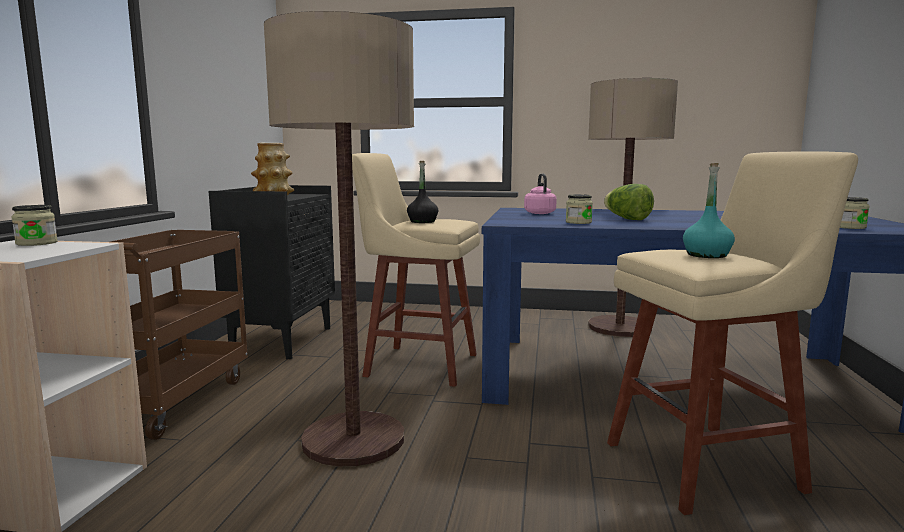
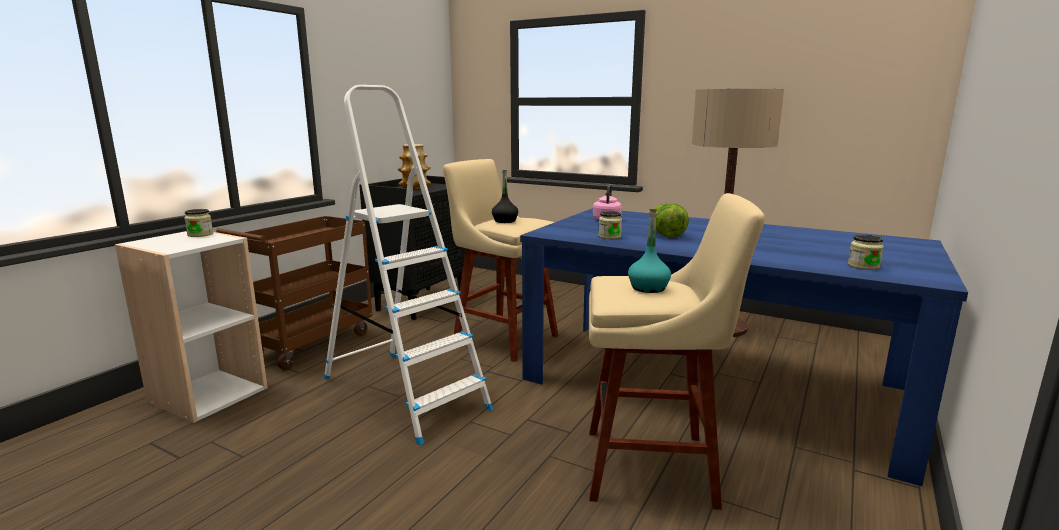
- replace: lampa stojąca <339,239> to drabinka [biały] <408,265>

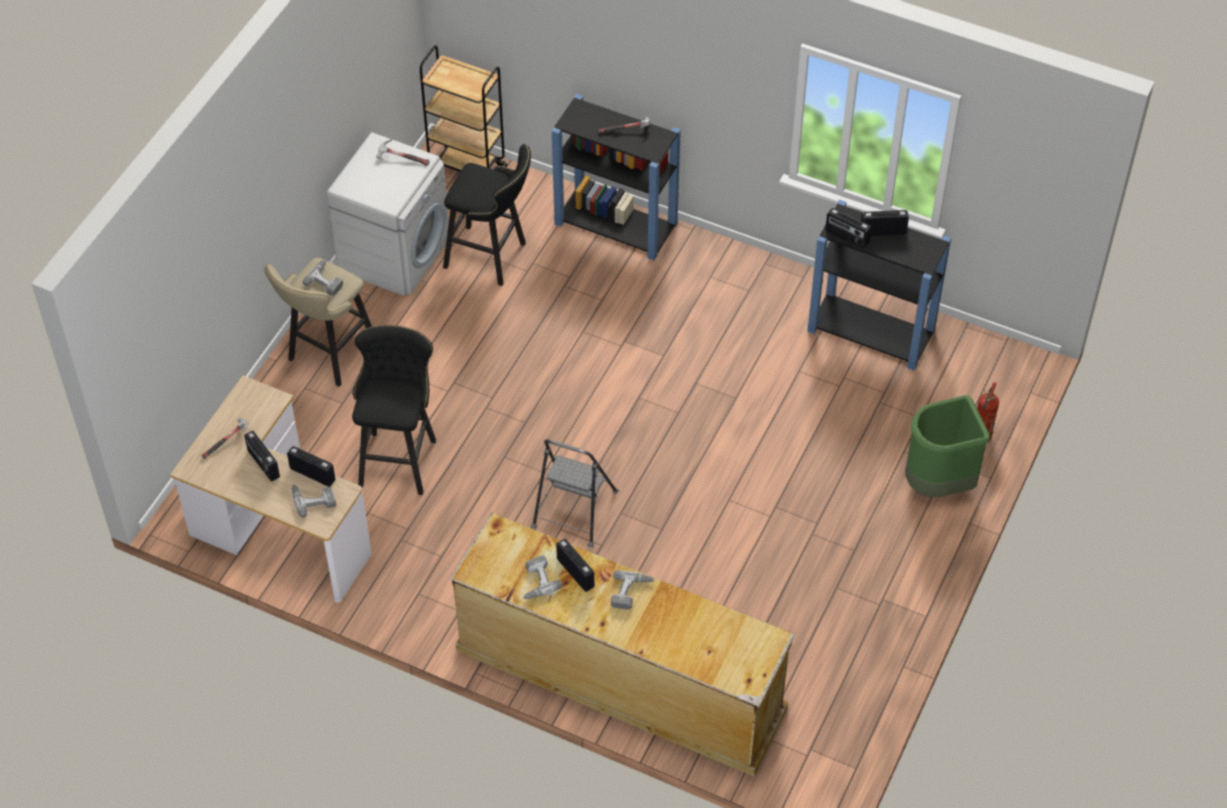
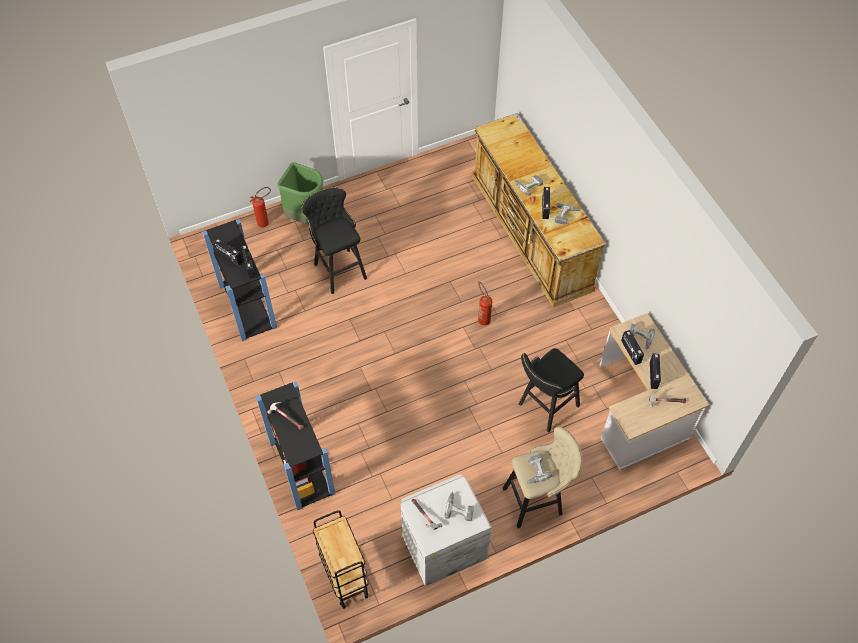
- move: stołek [czarny] <487,215> to <334,240>
- replace: drabinka [szary] <575,494> to gaśnica <485,303>
- insert: wiertarka <459,506>

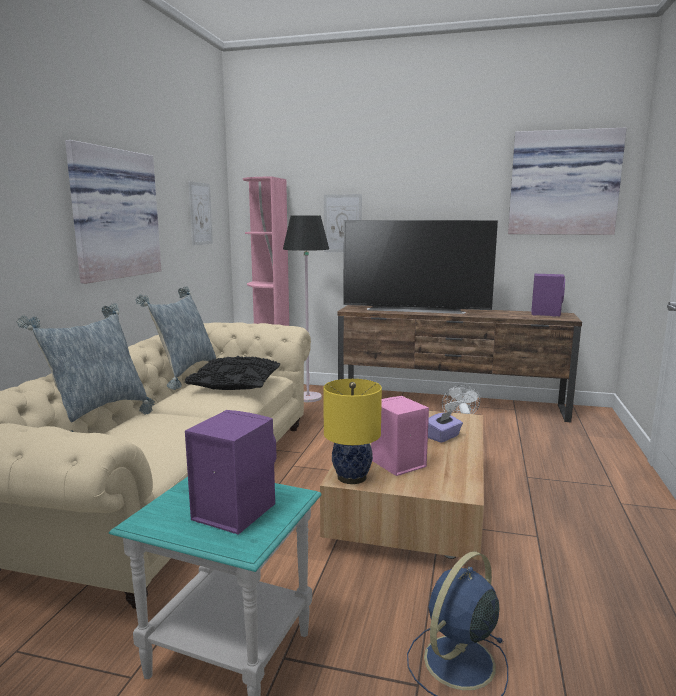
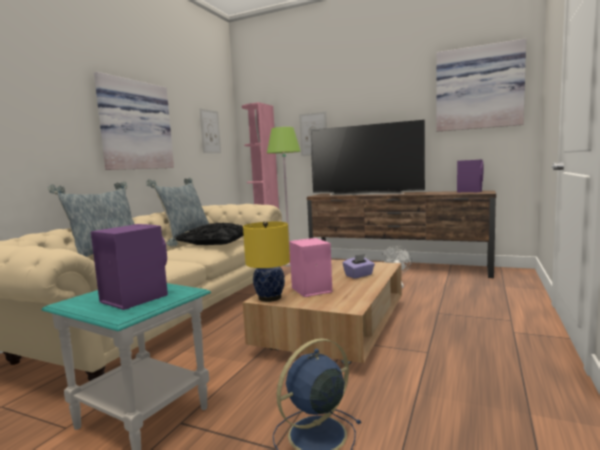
- recolor: lampa stojąca [czarny] <306,309> to lampa stojąca [zielony] <284,197>

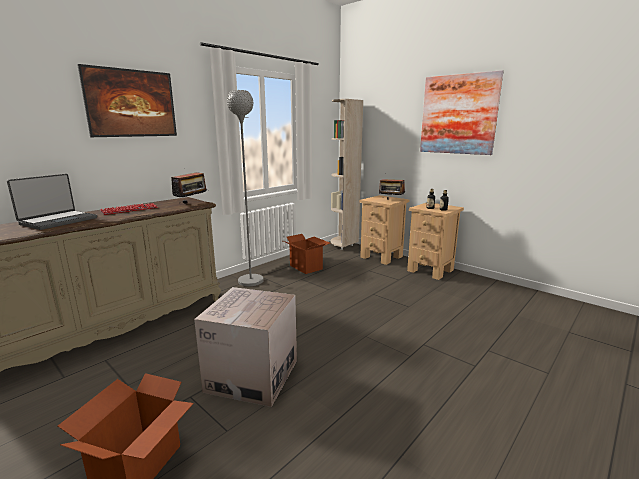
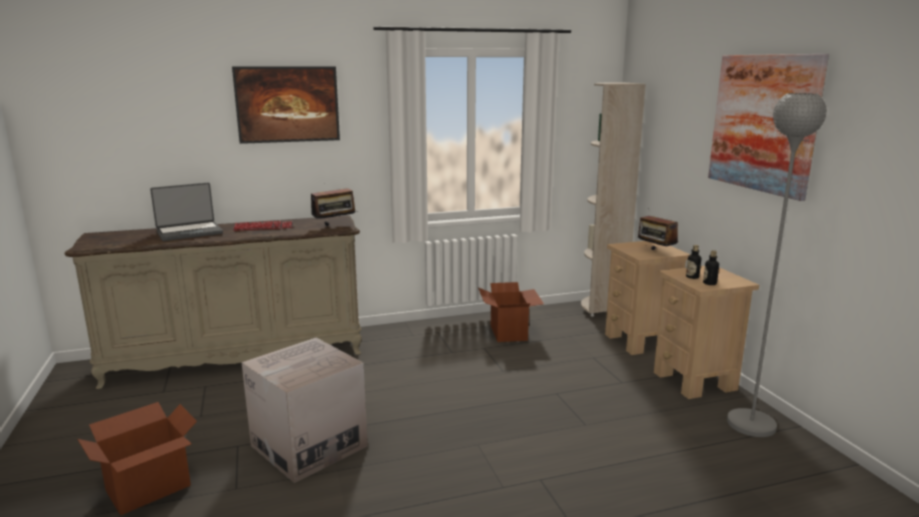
- move: lampa stojąca [szary] <245,188> to <777,265>

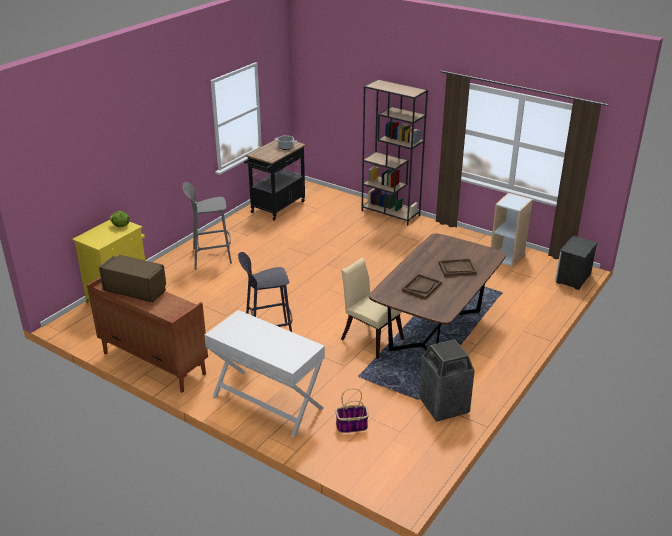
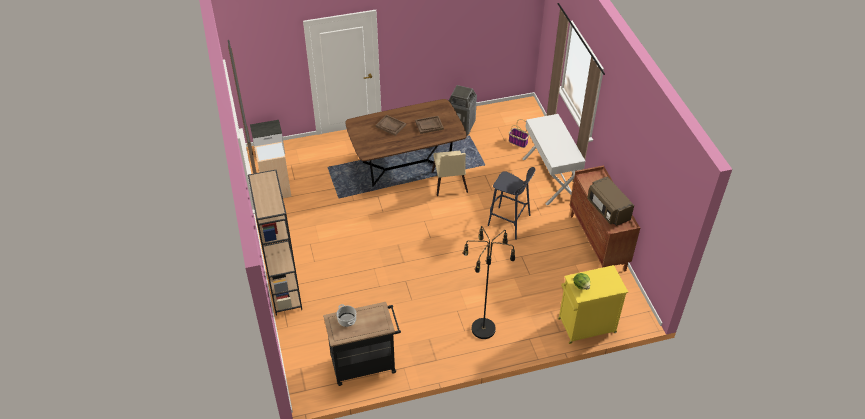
- replace: stołek [szary] <207,226> to lampa stojąca <489,282>

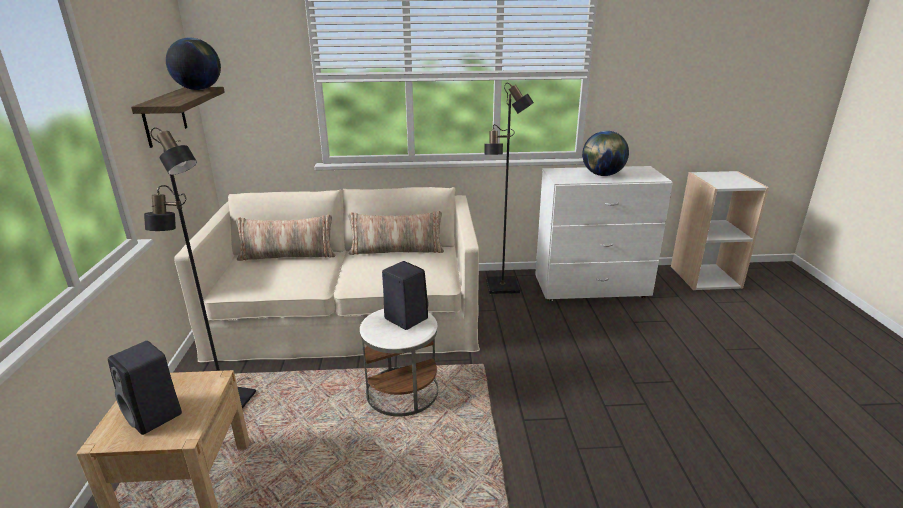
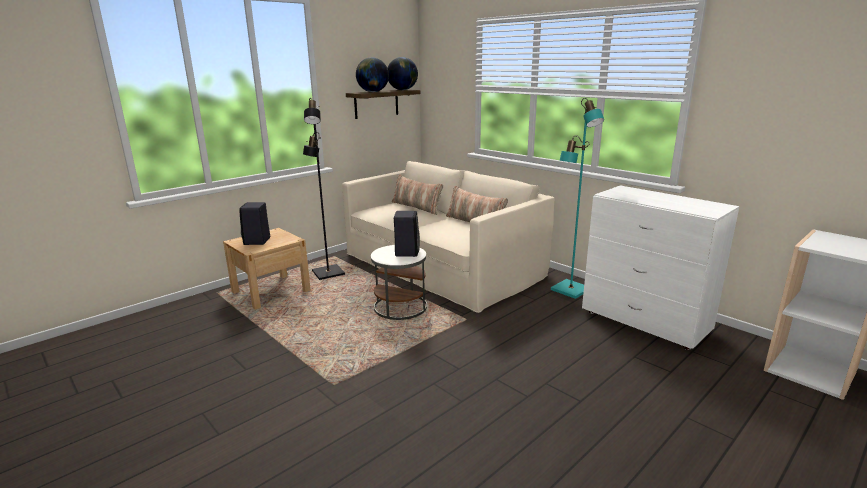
- recolor: lampa stojąca [czarny] <509,188> to lampa stojąca [turkusowy] <577,198>
- move: globus <605,153> to <372,75>

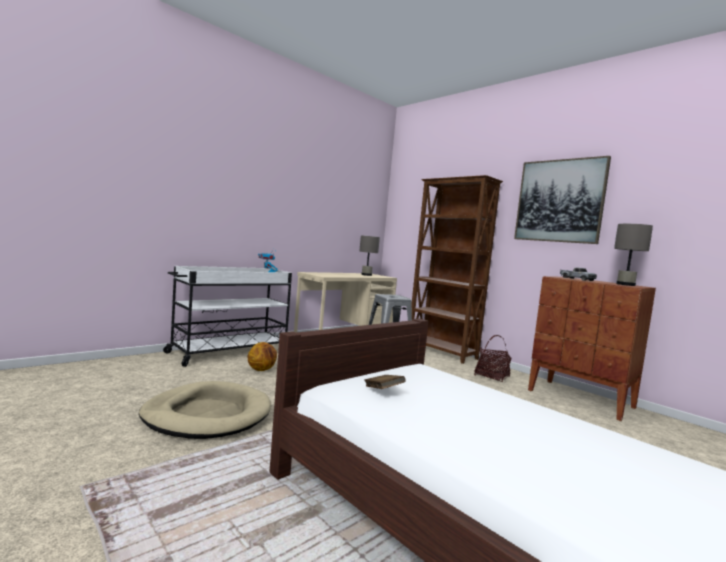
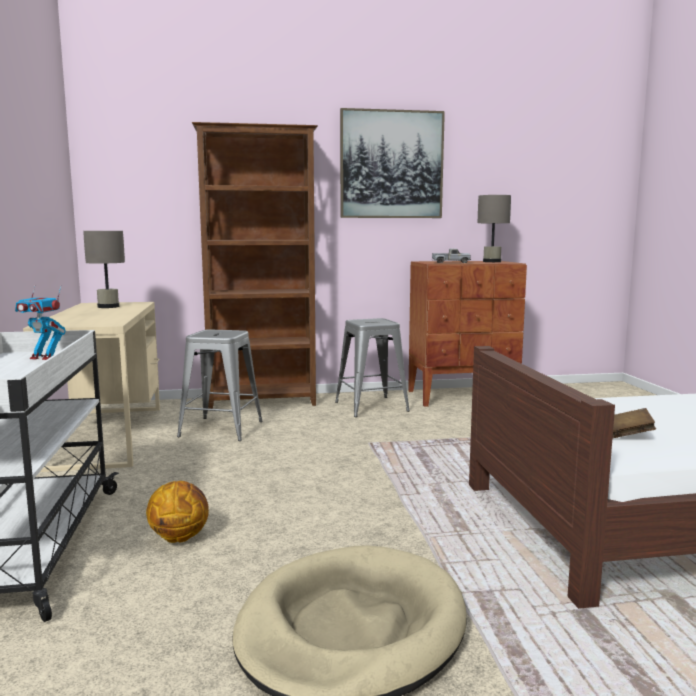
- replace: koszyk <493,358> to stołek [szary] <372,367>

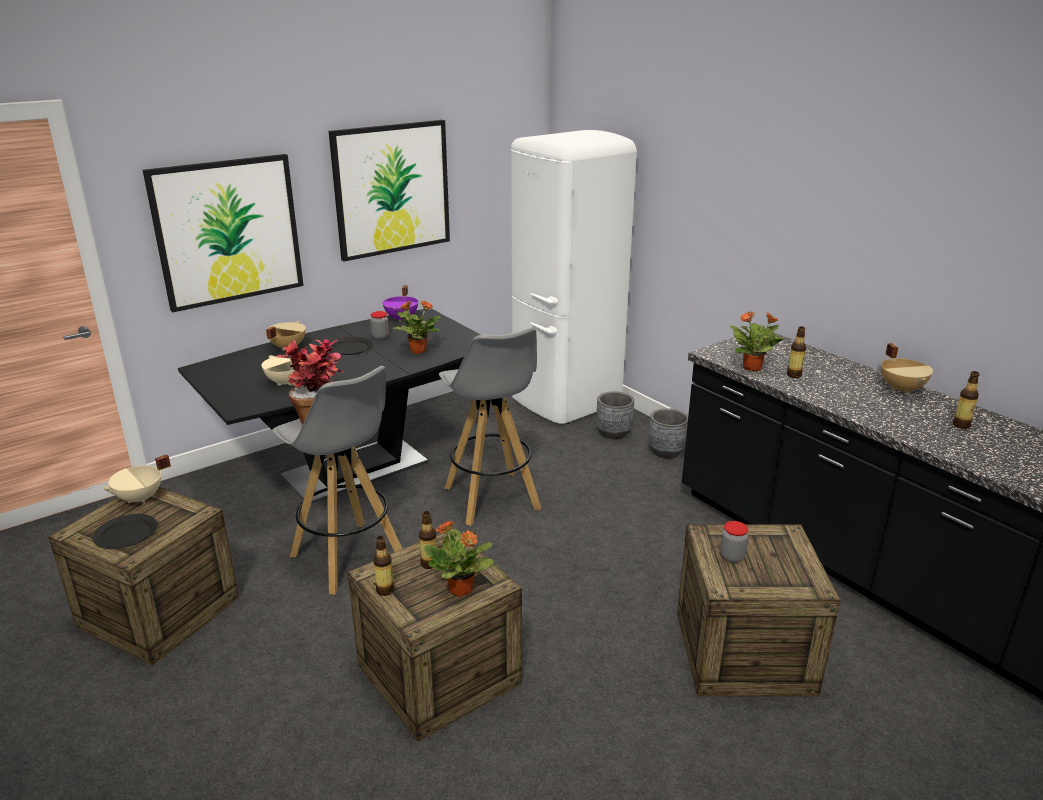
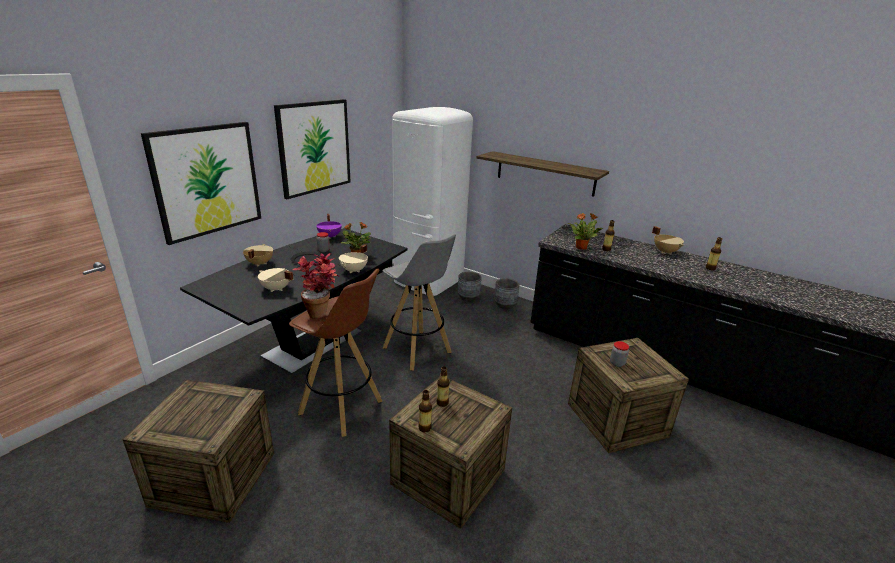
- recolor: stołek [szary] <337,480> to stołek [brązowy] <336,352>
- move: garnek [beżowy] <137,478> to <353,258>
- delete: talerz [czarny] <125,531>
- delete: roślina doniczkowa <459,559>
- insert: półka <542,174>

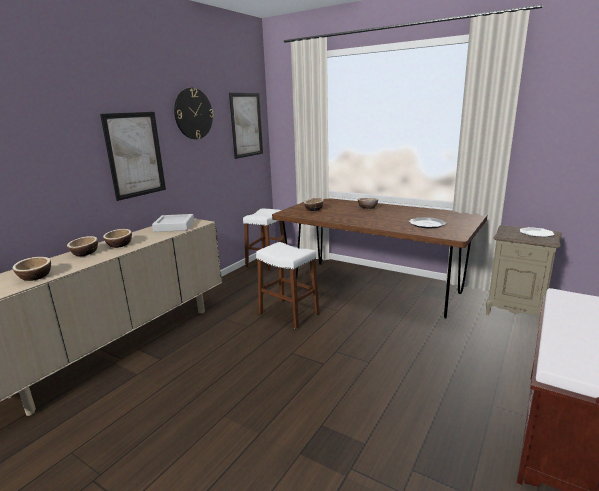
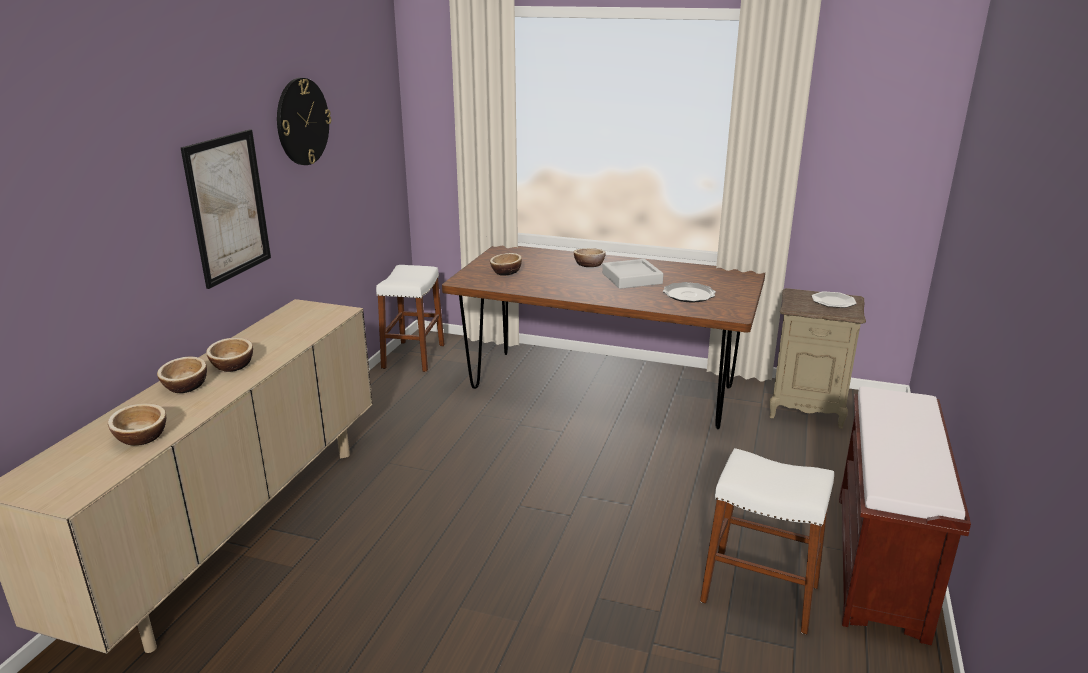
- delete: obraz <246,126>
- move: taca [szary] <173,223> to <633,274>
- move: stołek [biały] <288,285> to <767,541>

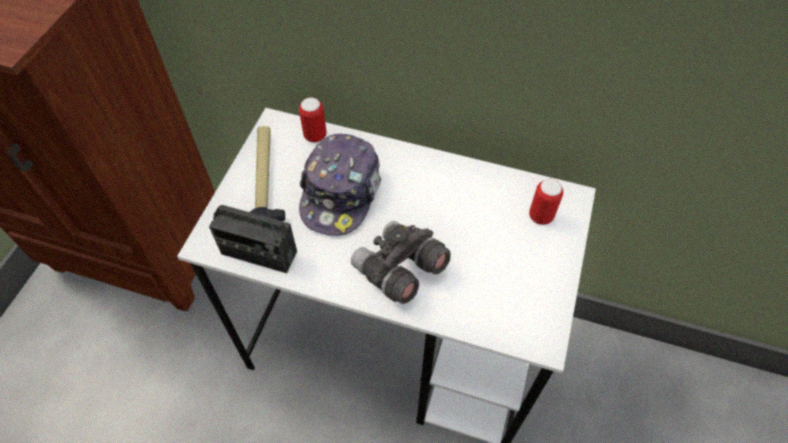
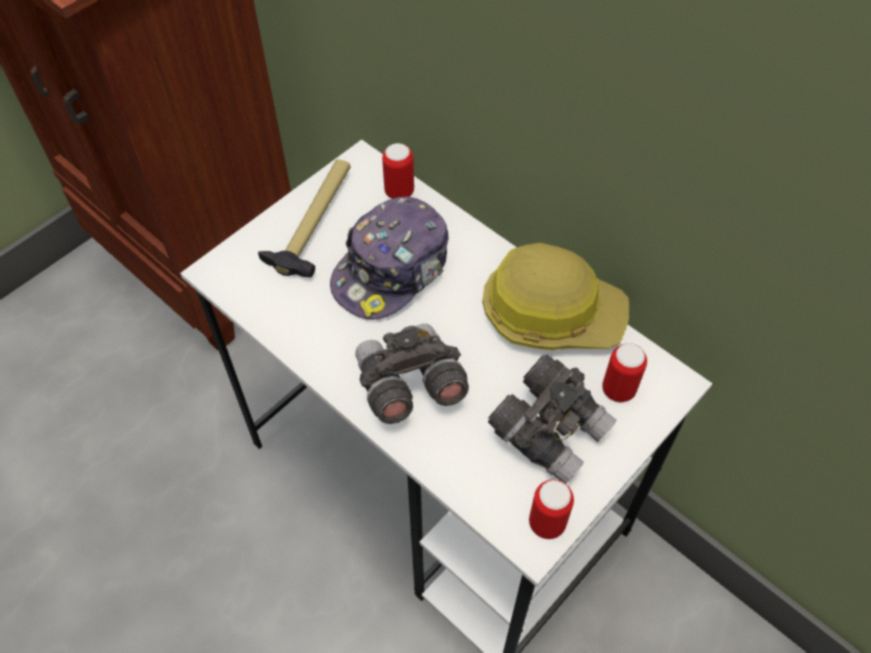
- delete: radio <253,239>
- insert: kask <555,296>
- insert: lornetka [szary] <552,419>
- insert: puszka <551,509>

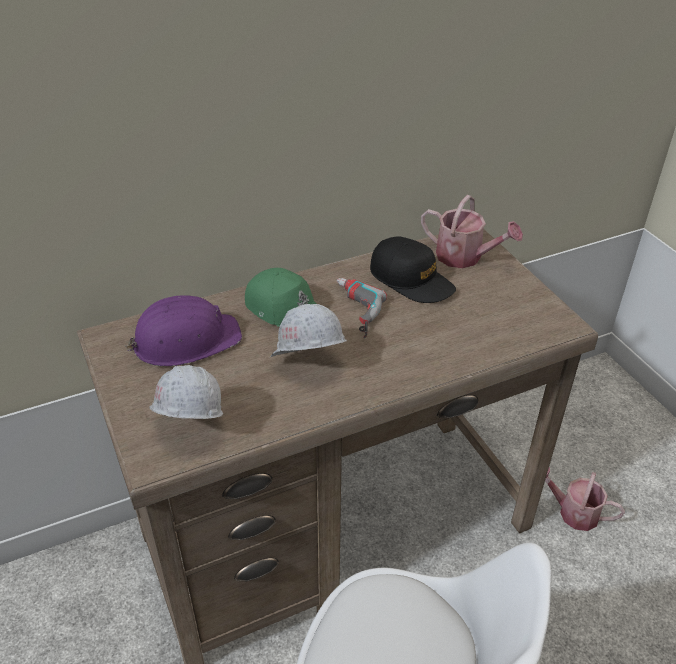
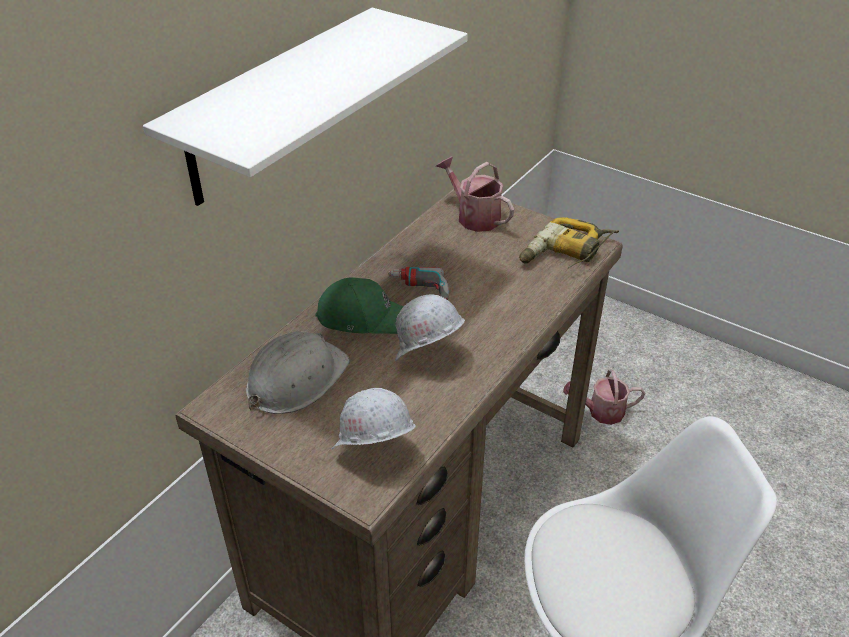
- rotate: konewka <472,231> = <475,194> 135 degrees counterclockwise
- delete: czapka z daszkiem [czarny] <413,270>
- recolor: kask [fioletowy] <183,331> to kask [biały] <298,372>
- insert: półka [biały] <305,107>
- insert: wiertarka <569,243>

